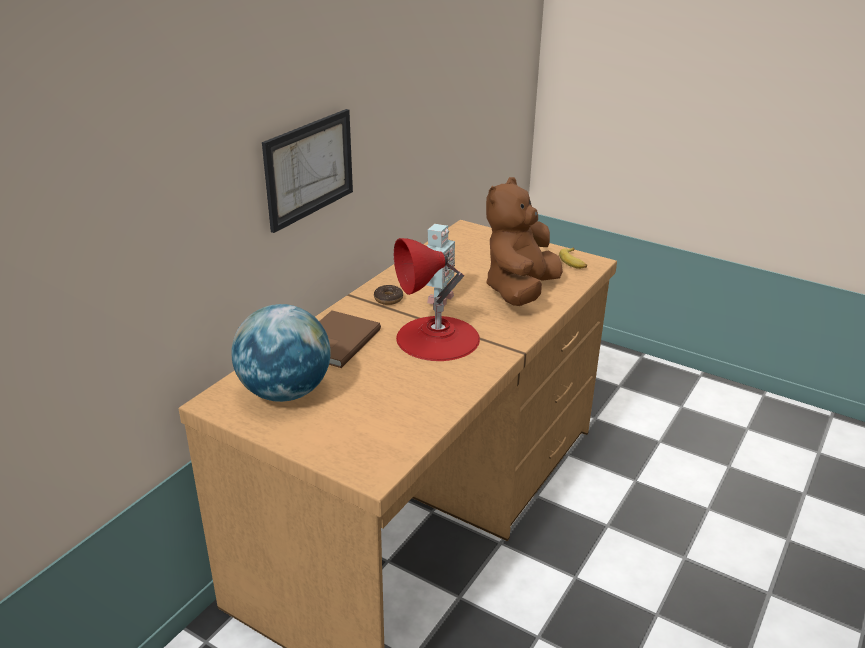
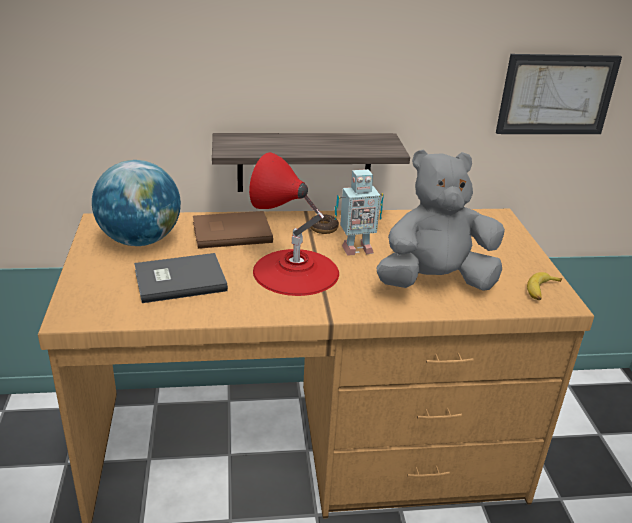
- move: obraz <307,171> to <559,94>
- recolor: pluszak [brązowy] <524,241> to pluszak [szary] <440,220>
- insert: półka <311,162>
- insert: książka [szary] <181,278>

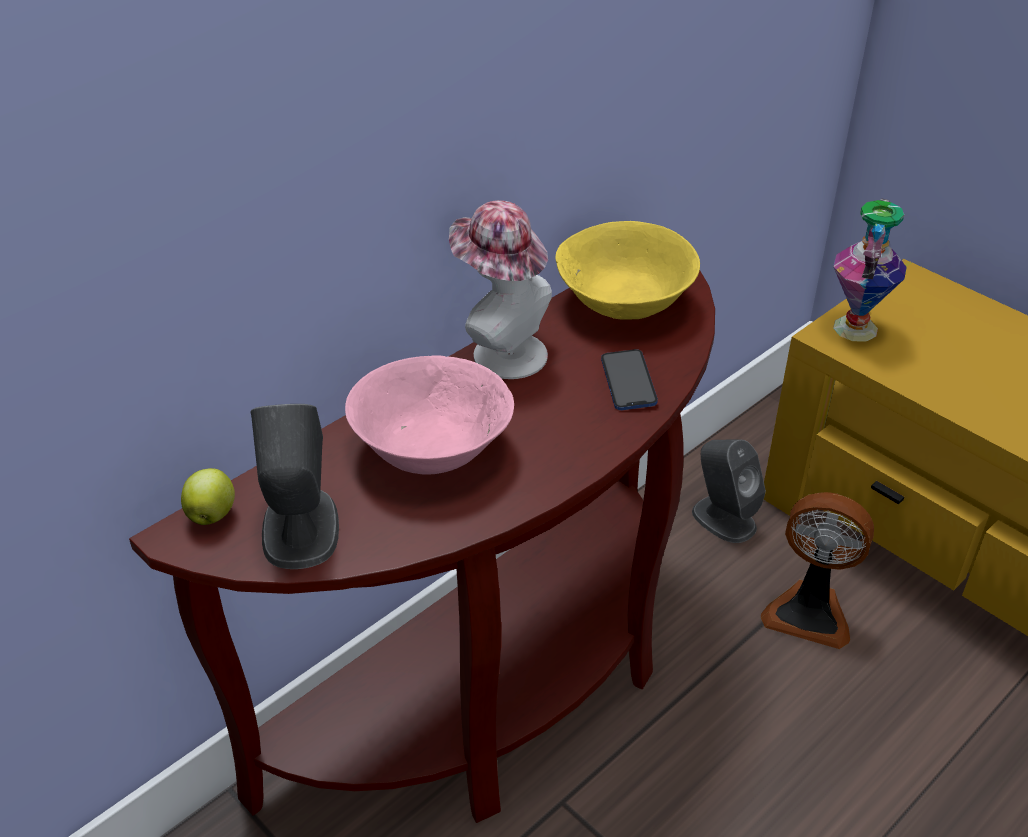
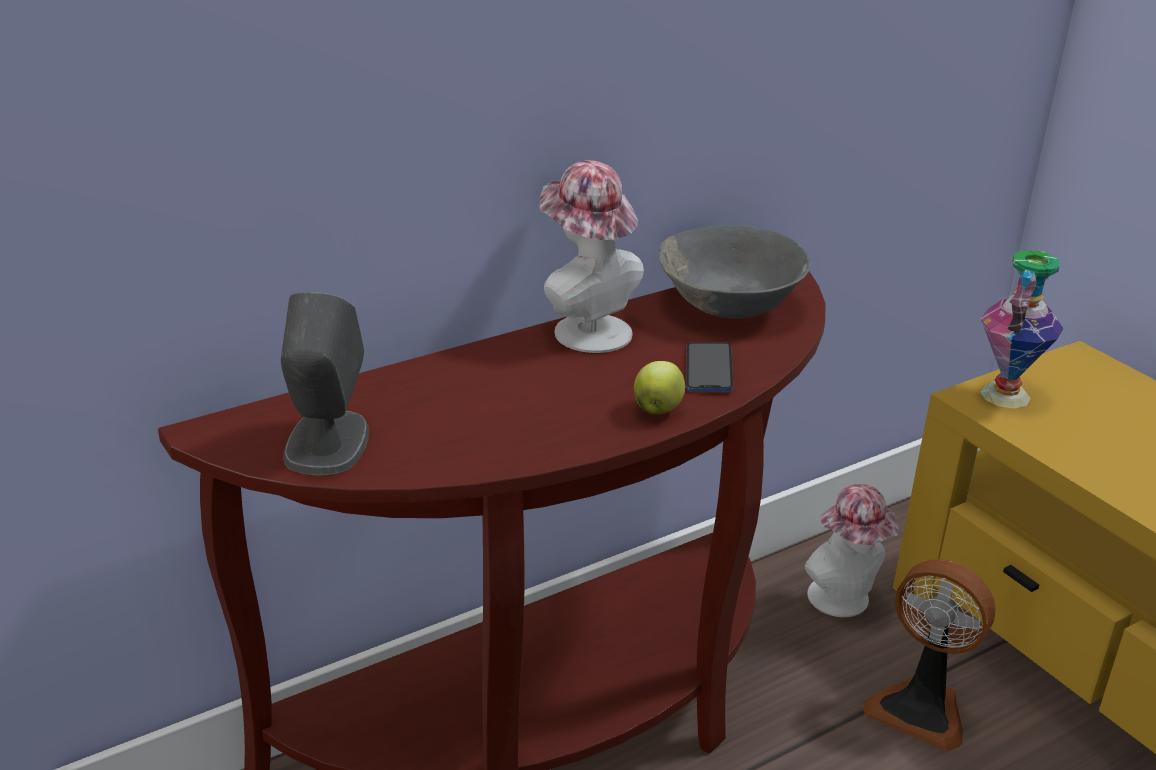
- recolor: miska [żółty] <627,270> to miska [szary] <735,272>
- delete: miska [różowy] <429,415>
- replace: głośnik [szary] <729,491> to kapelusz <852,550>
- move: jabłko <208,496> to <659,387>

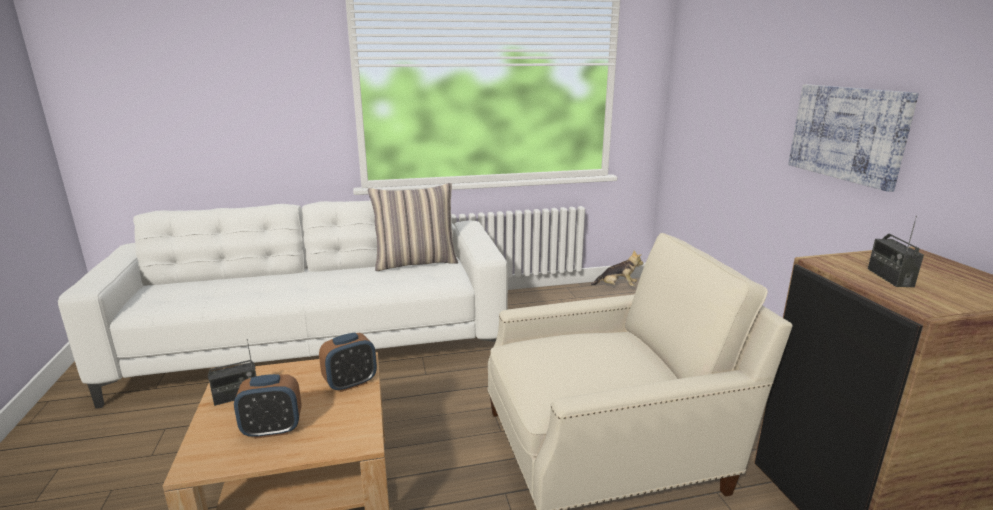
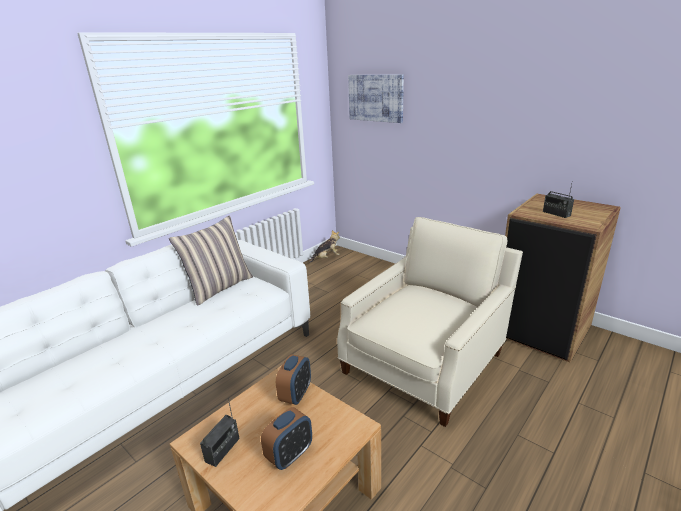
- move: obraz <853,138> to <376,98>

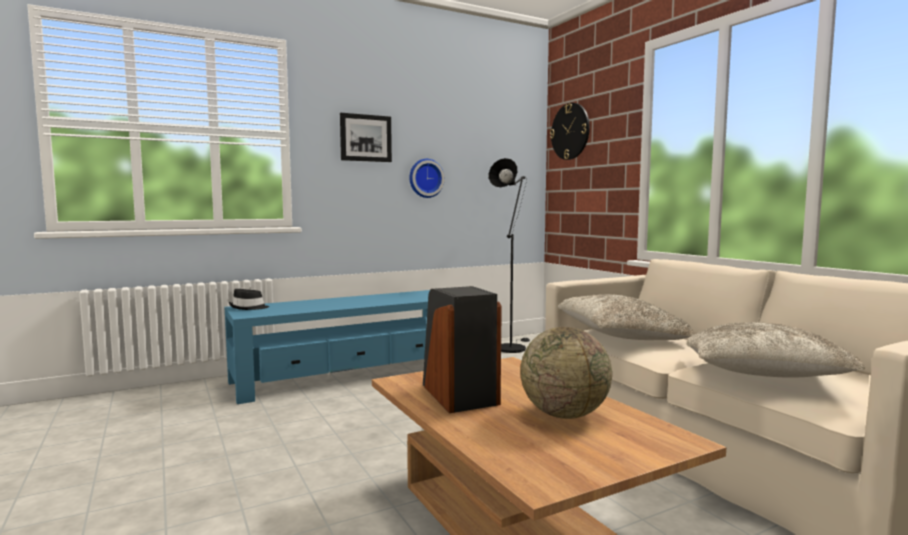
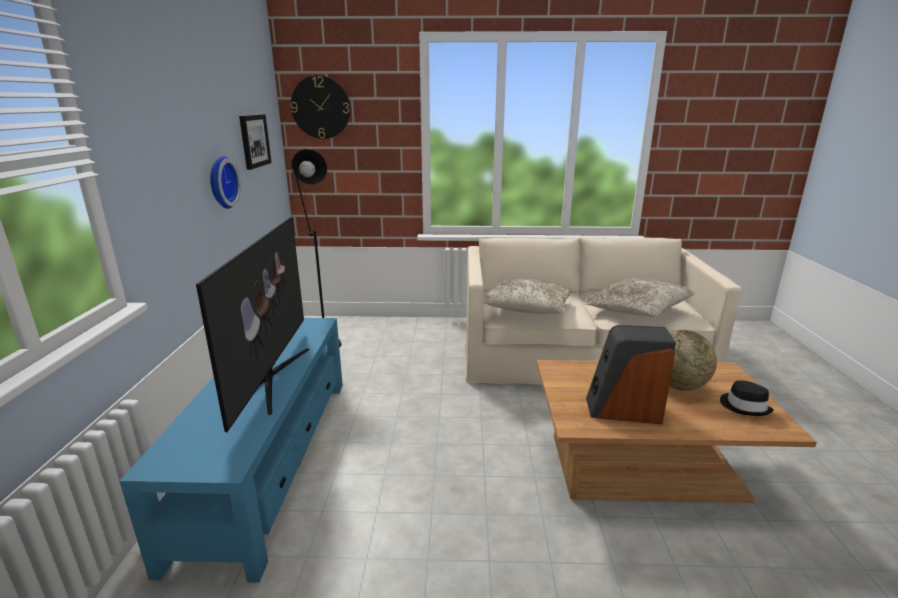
- move: obraz <366,137> to <255,142>
- move: kapelusz [czarny] <249,299> to <746,398>
- insert: telewizor <252,324>

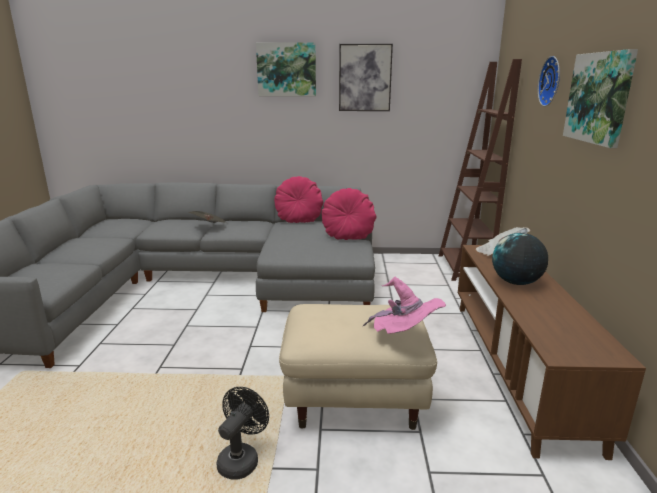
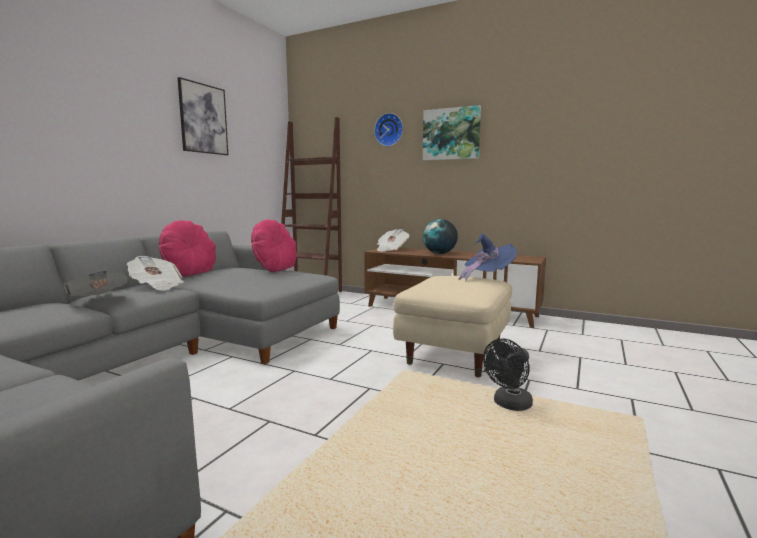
- delete: obraz <286,69>
- recolor: kapelusz [różowy] <404,305> to kapelusz [niebieski] <488,257>
- rotate: wentylator [czarny] <243,433> = <508,375> 90 degrees counterclockwise
- insert: gazeta <155,273>

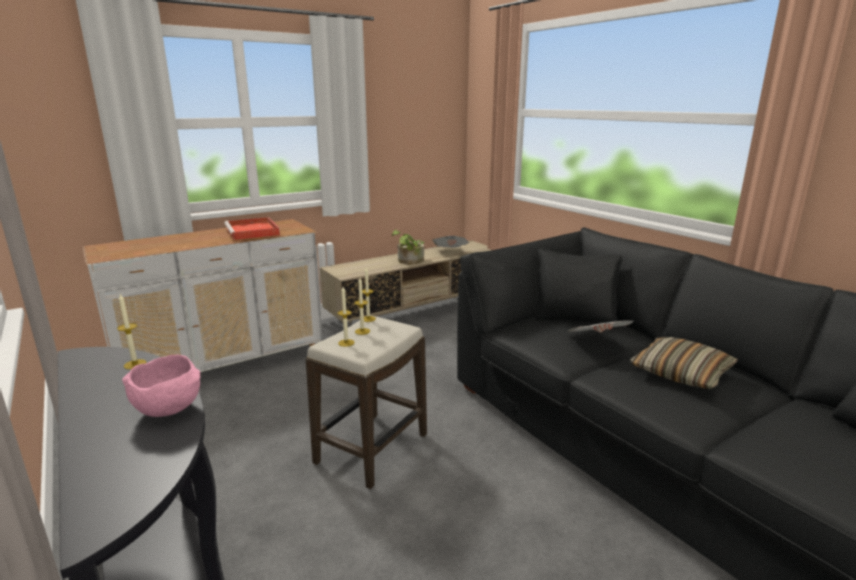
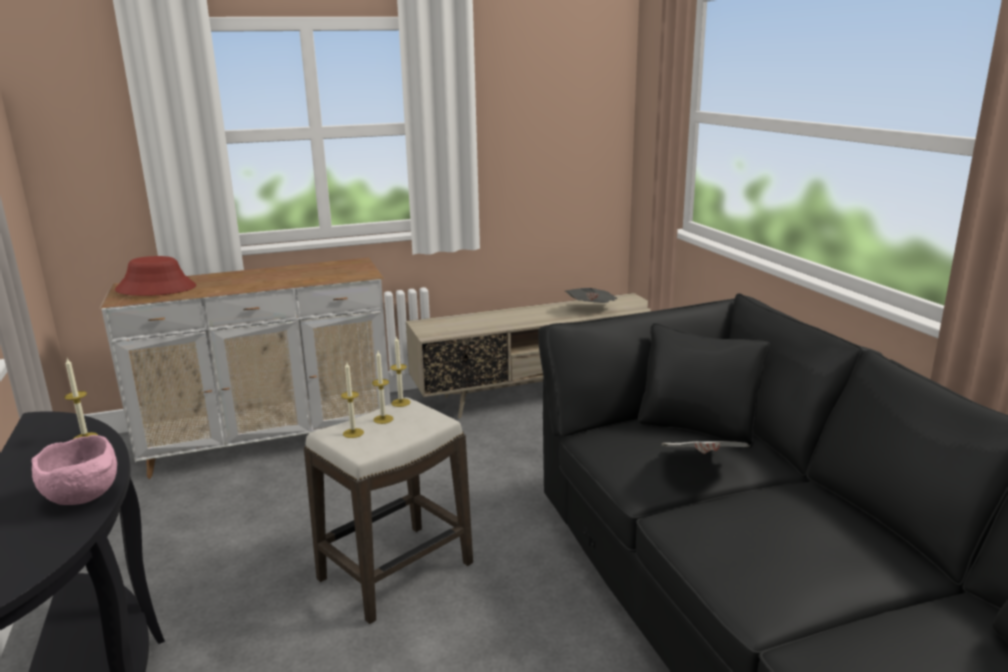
- delete: taca [czerwony] <252,228>
- delete: roślina doniczkowa <408,247>
- delete: poduszka <684,363>
- insert: kapelusz [czerwony] <155,276>

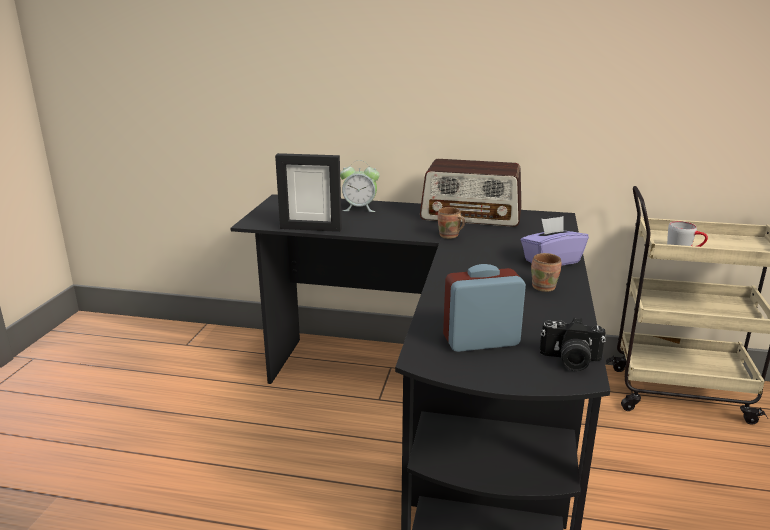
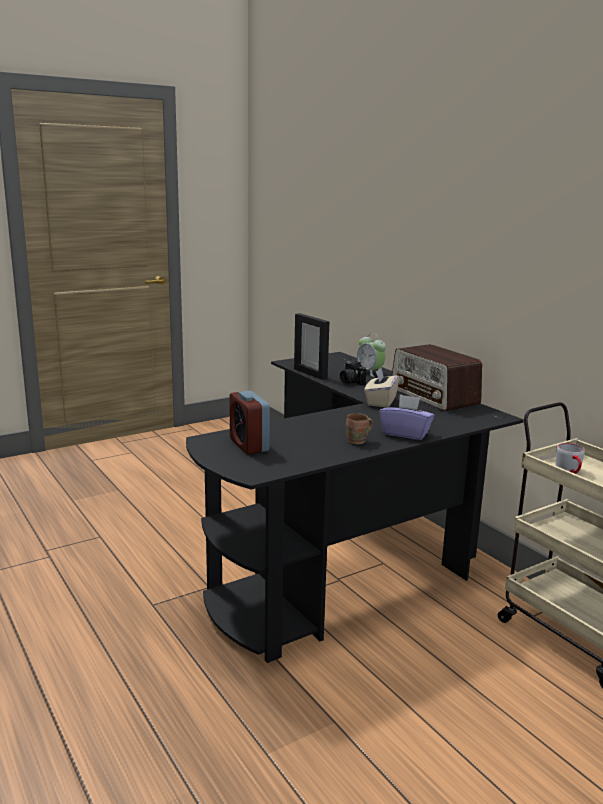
- replace: kubek [brązowy] <451,223> to pudełko chusteczek [beżowy] <381,387>
- rotate: budzik <484,308> = <249,422> 150 degrees counterclockwise
- move: aparat fotograficzny <573,344> to <353,373>

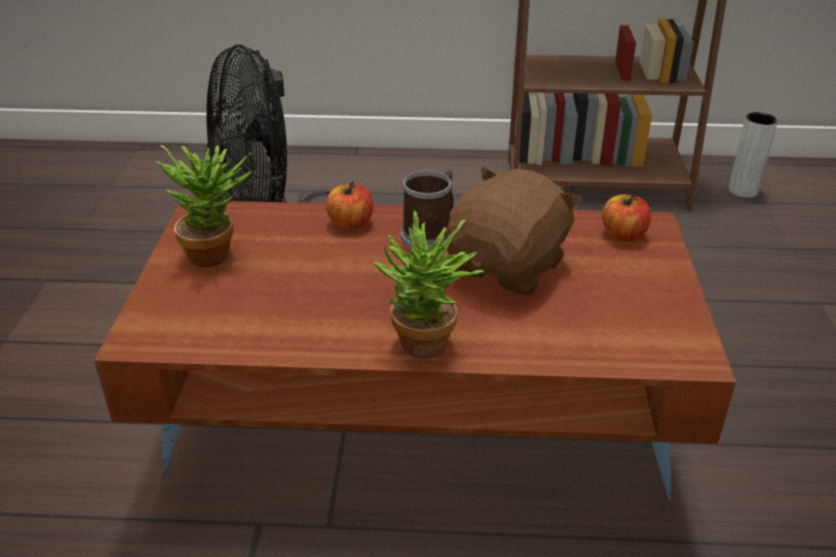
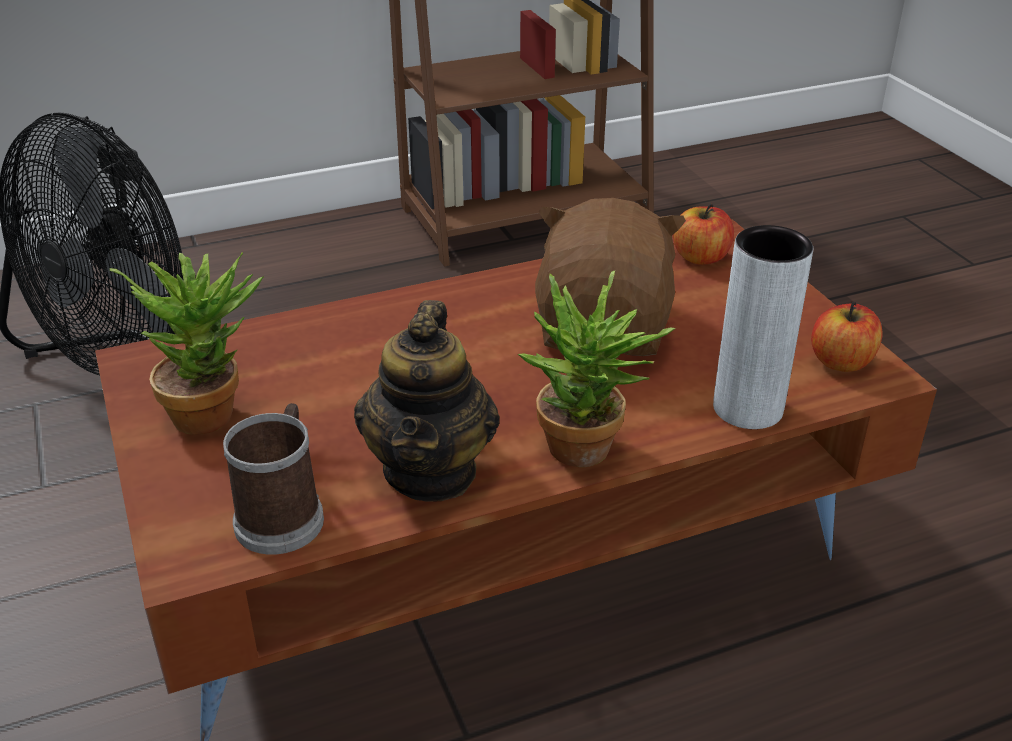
- move: wazon [szary] <753,155> to <763,327>
- move: kubek <427,209> to <273,479>
- move: jabłko <349,205> to <846,337>
- insert: imbryk <427,401>

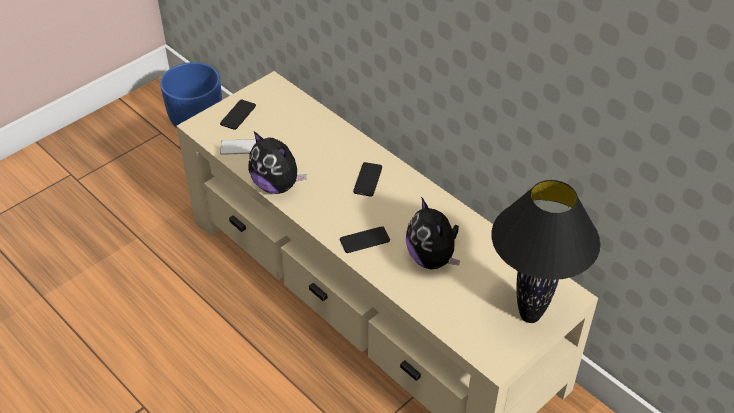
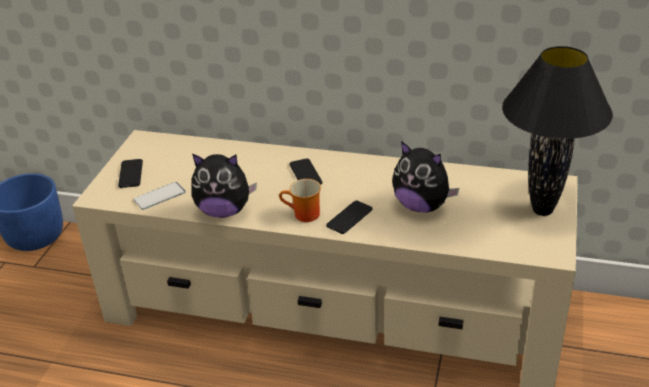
- insert: kubek <300,200>

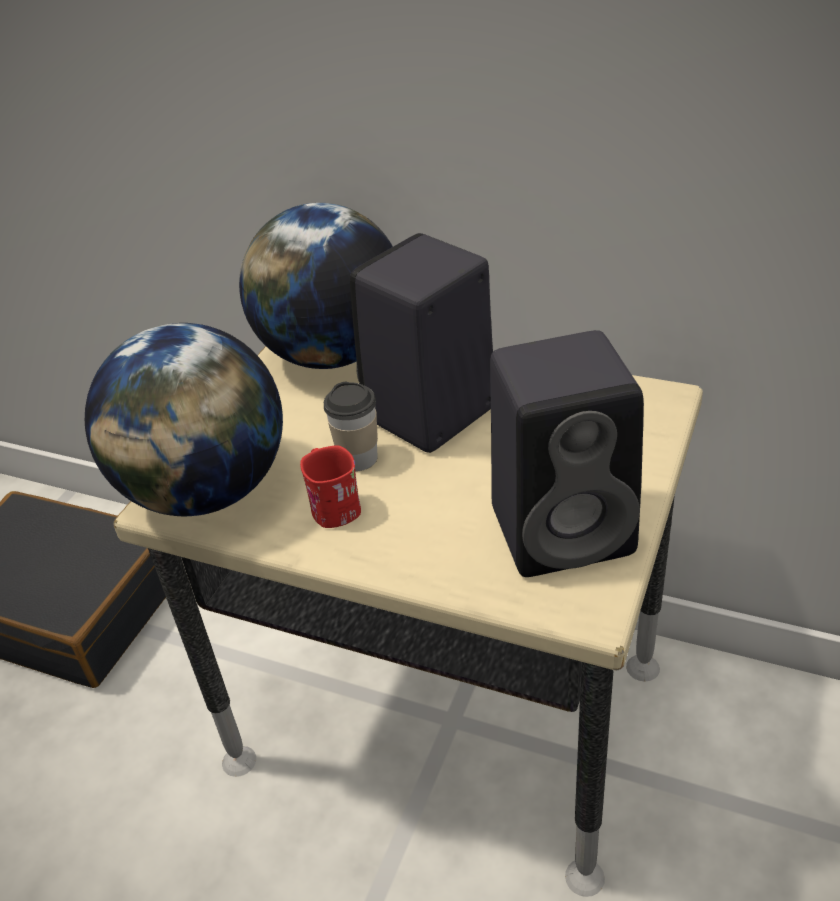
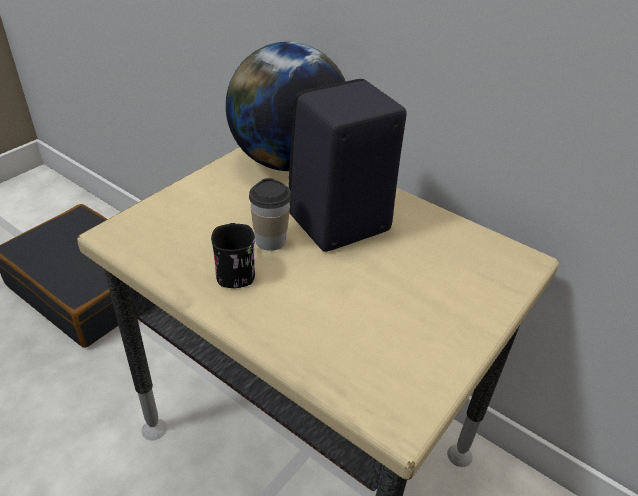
- delete: globus <184,419>
- delete: głośnik [czarny] <567,453>
- recolor: kubek [czerwony] <330,486> to kubek [czarny] <233,255>

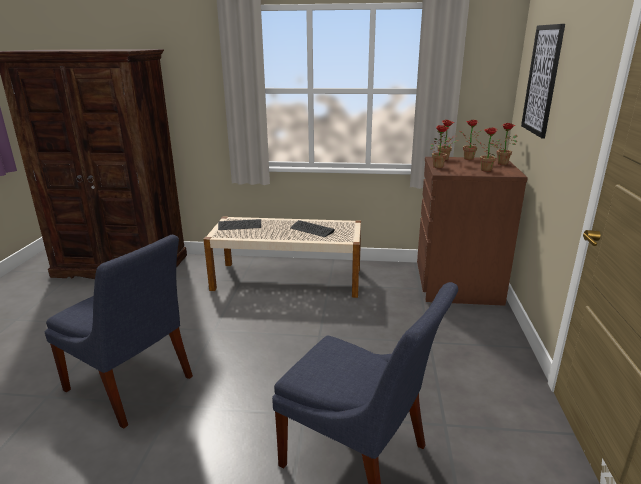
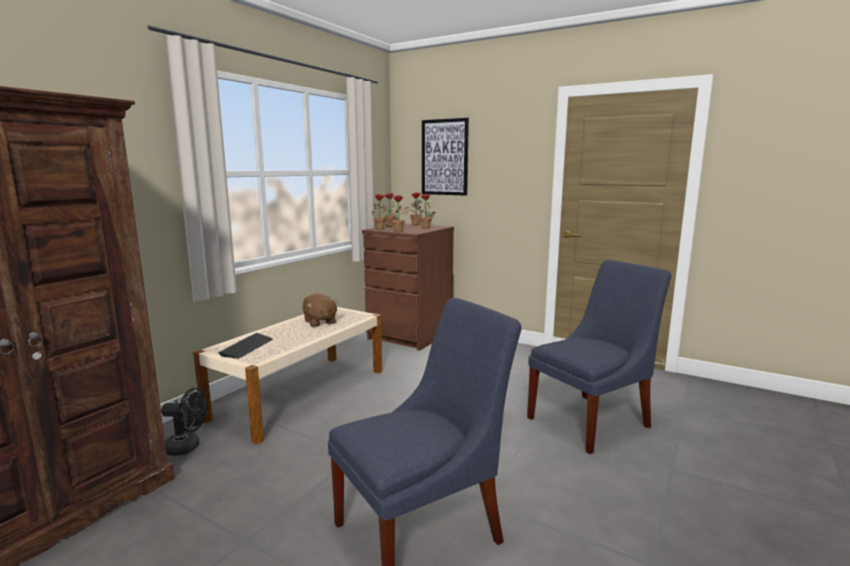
- replace: klawiatura <312,228> to pluszak [brązowy] <320,310>
- insert: wentylator [czarny] <184,422>

